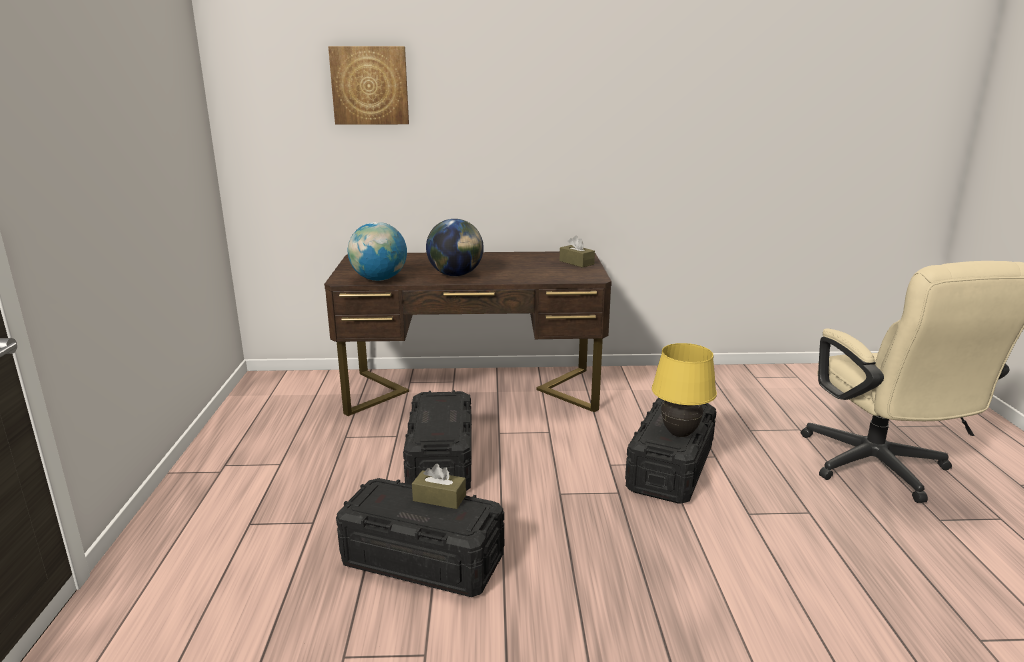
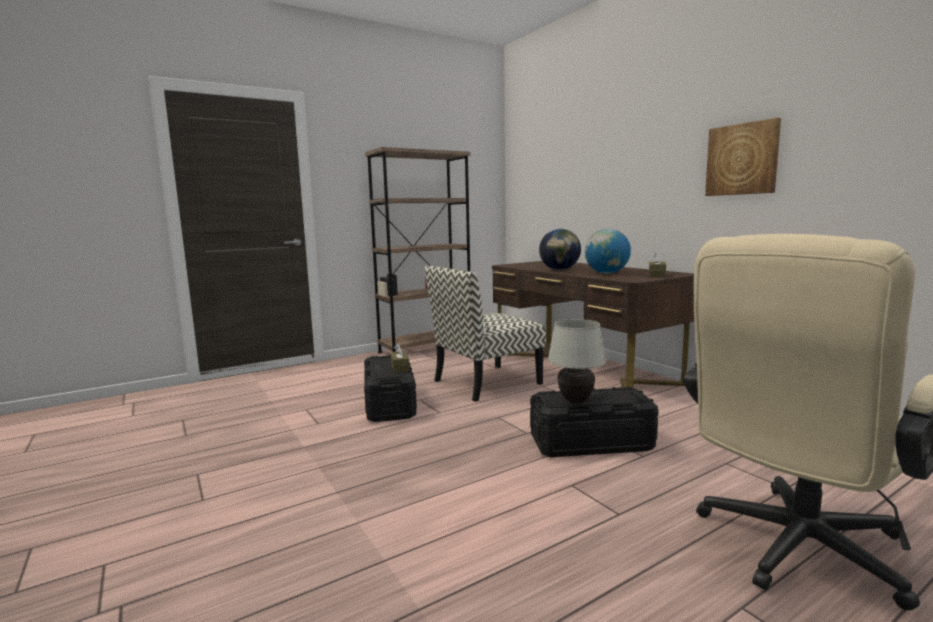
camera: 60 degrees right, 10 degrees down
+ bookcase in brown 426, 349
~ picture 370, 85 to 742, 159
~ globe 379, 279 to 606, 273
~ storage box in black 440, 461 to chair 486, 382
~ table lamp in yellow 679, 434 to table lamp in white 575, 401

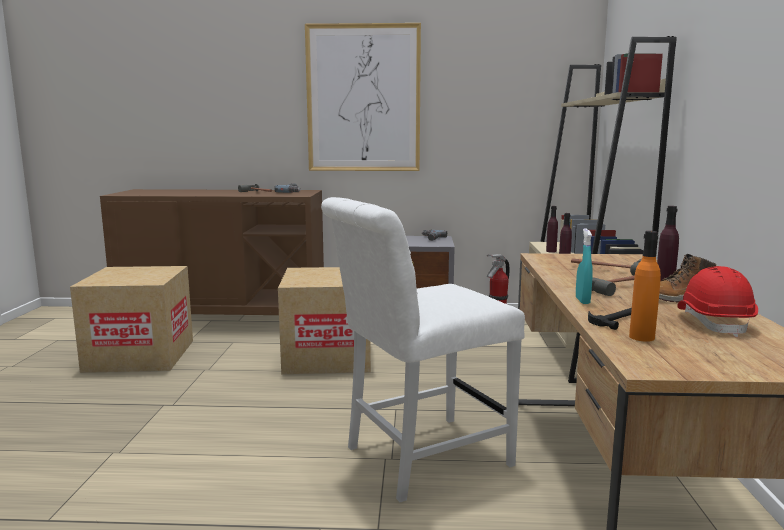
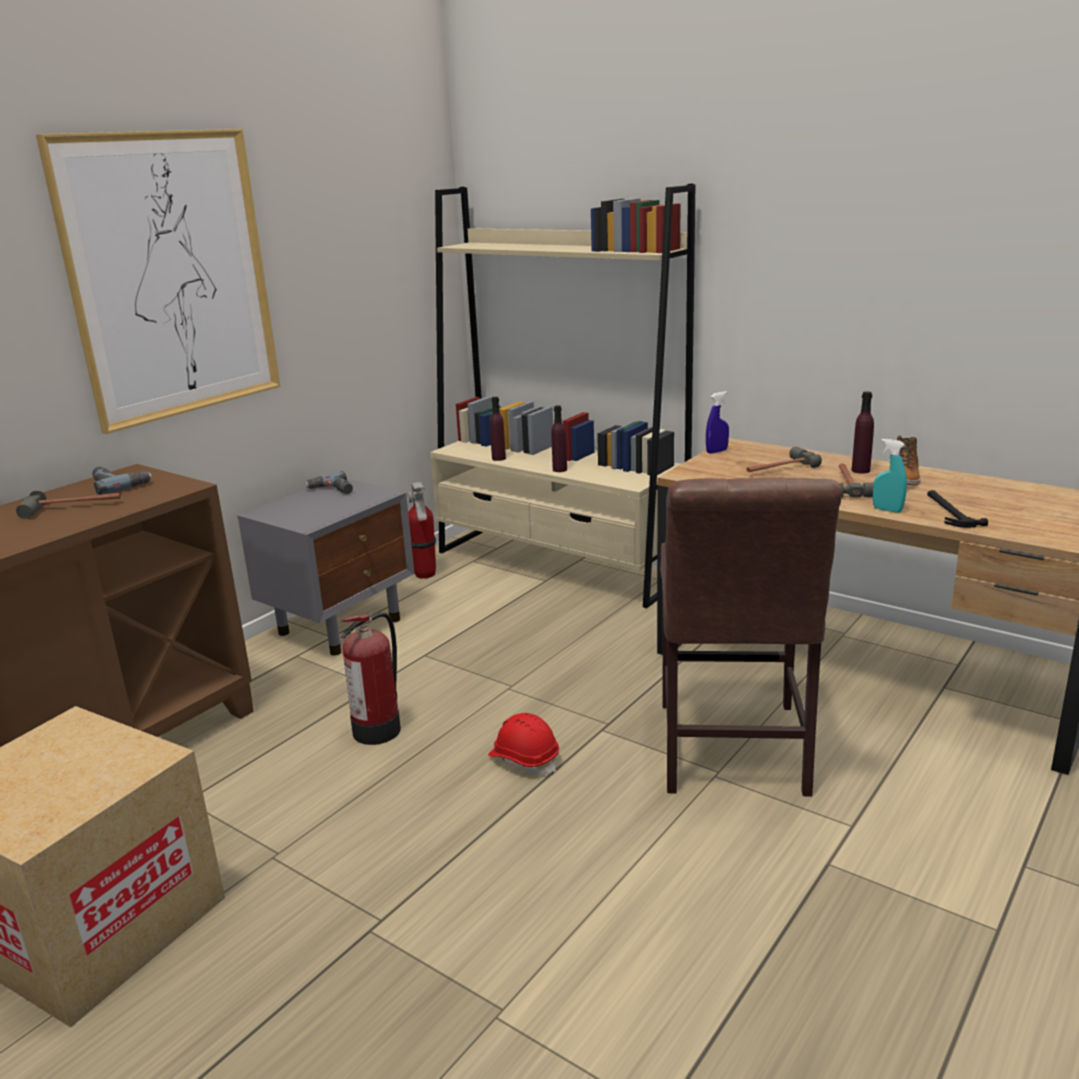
camera: 55 degrees left, 10 degrees up
- bottle in orange 641, 337
+ spray bottle in blue 717, 451
~ hard hat in red 714, 322 to 524, 759
~ cardboard box 328, 357 to fire extinguisher 379, 729
~ chair in white 419, 458 to chair in brown 731, 753

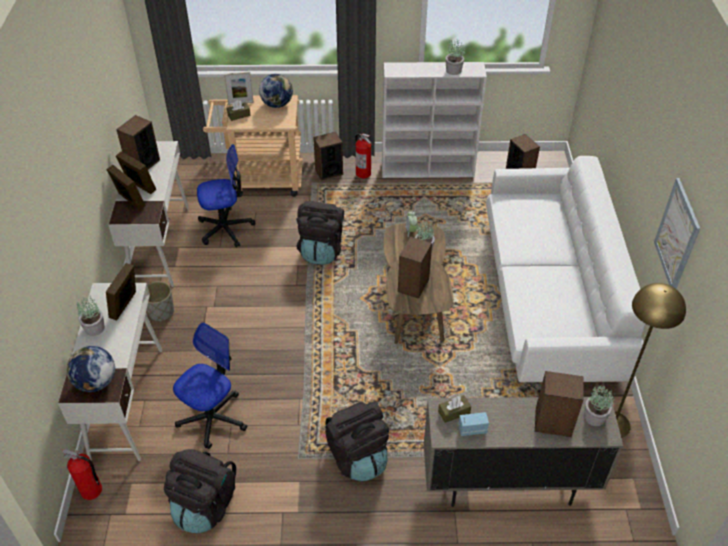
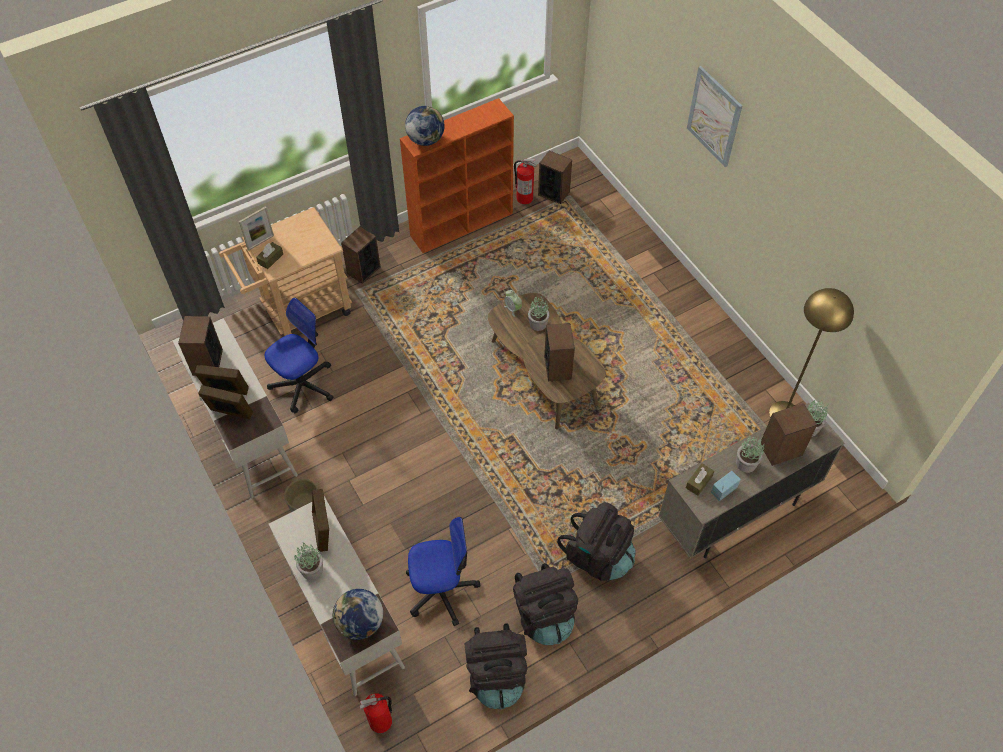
camera: 30 degrees left, 10 degrees up
- sofa in white 548, 298
~ globe 277, 104 to 425, 140
~ backpack in black 321, 250 to 544, 615
~ fire extinguisher 363, 173 to 524, 198
~ potted plant 453, 71 to 746, 464
~ picture 677, 235 to 714, 116
~ bookcase in white 428, 169 to bookcase in orange 462, 224
~ office chair 212, 418 = 441, 590 75 degrees clockwise

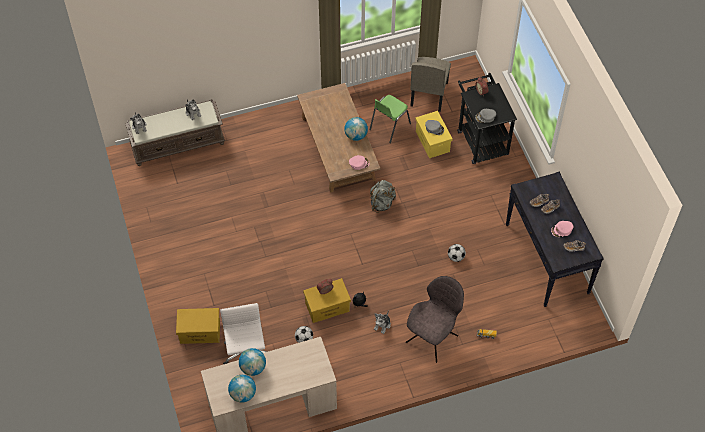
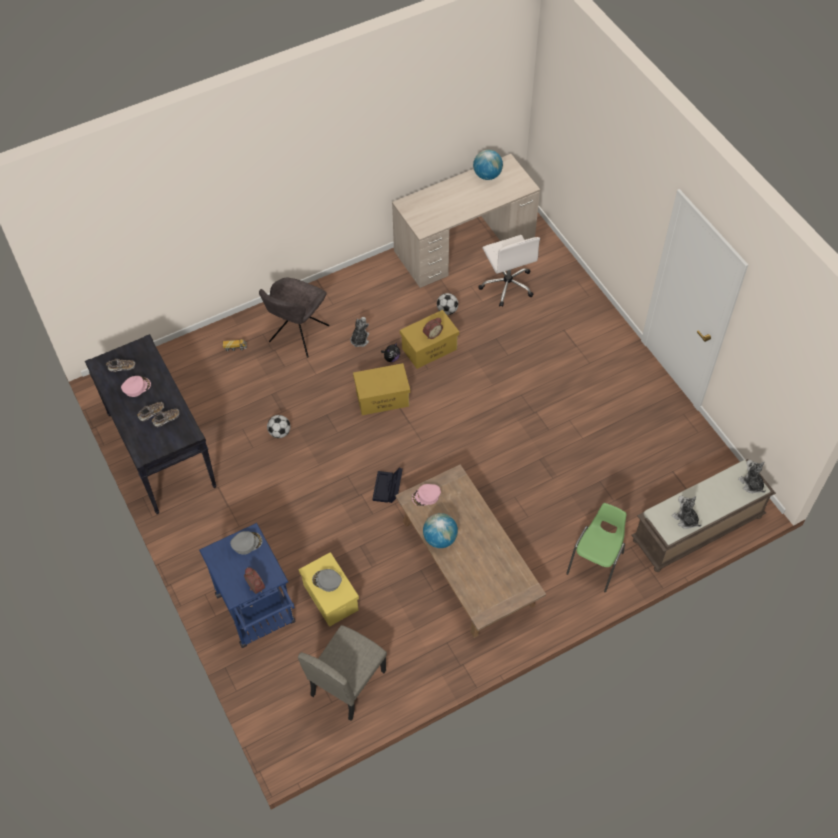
camera: 170 degrees right, 0 degrees up
- globe 253, 368
~ storage box in yellow 199, 332 to 383, 398
~ chair in green 389, 126 to 596, 563
~ backpack in grey 382, 203 to storage box in black 387, 489
~ cart in black 480, 139 to cart in blue 258, 614
~ chair in beige 428, 94 = 347, 682 150 degrees counterclockwise

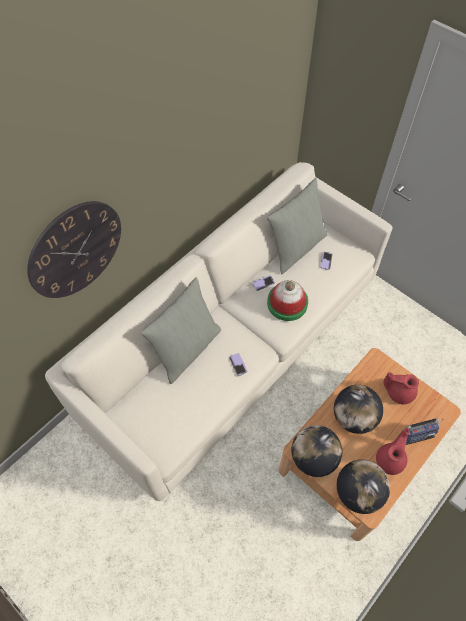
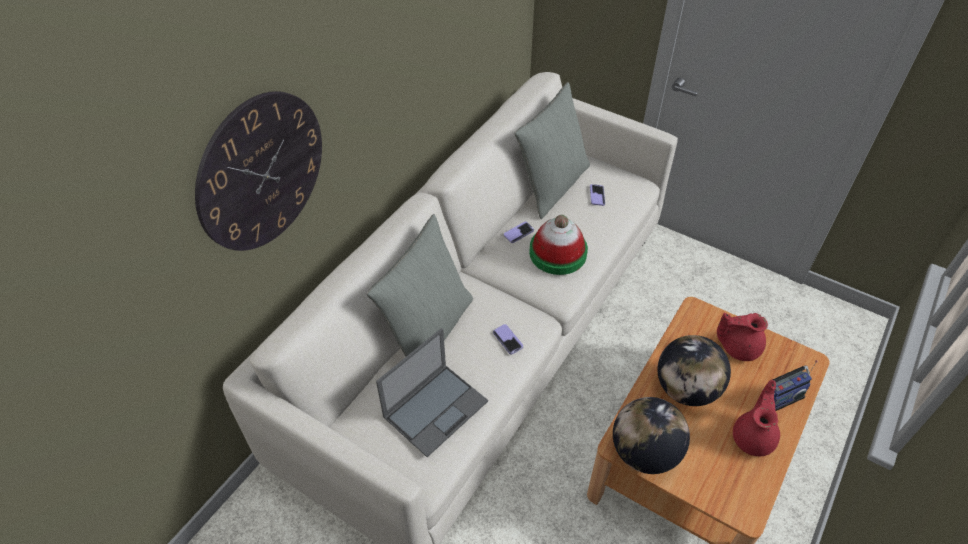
camera: 10 degrees left, 10 degrees down
- globe 358, 492
+ laptop 436, 408

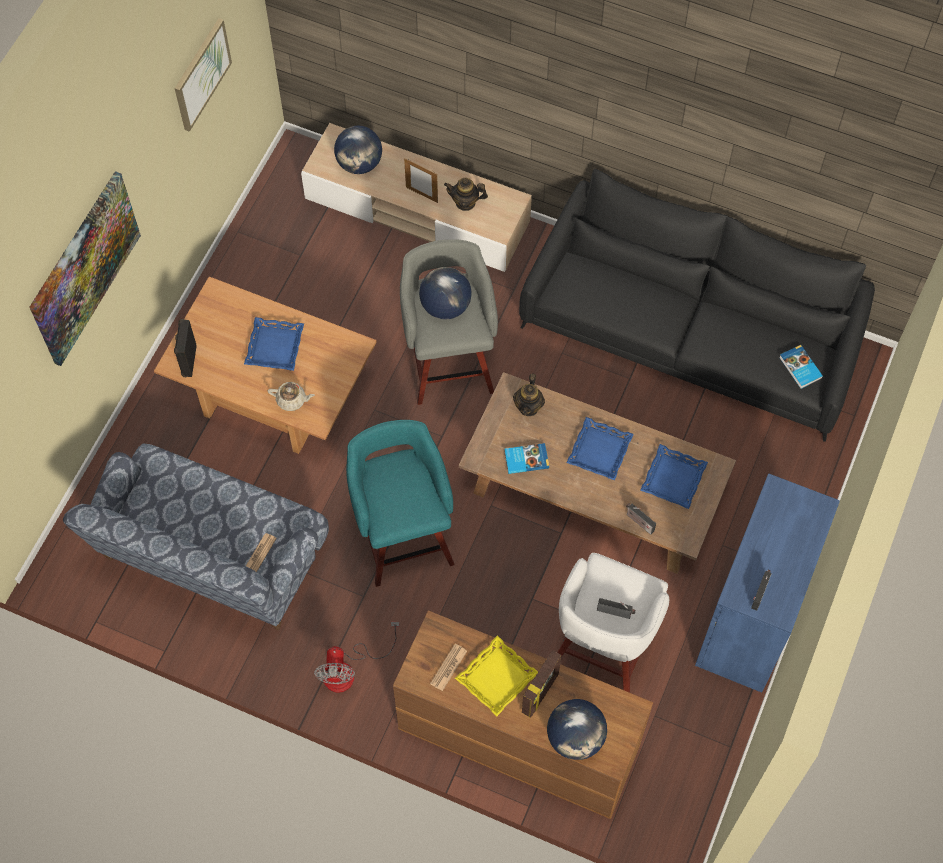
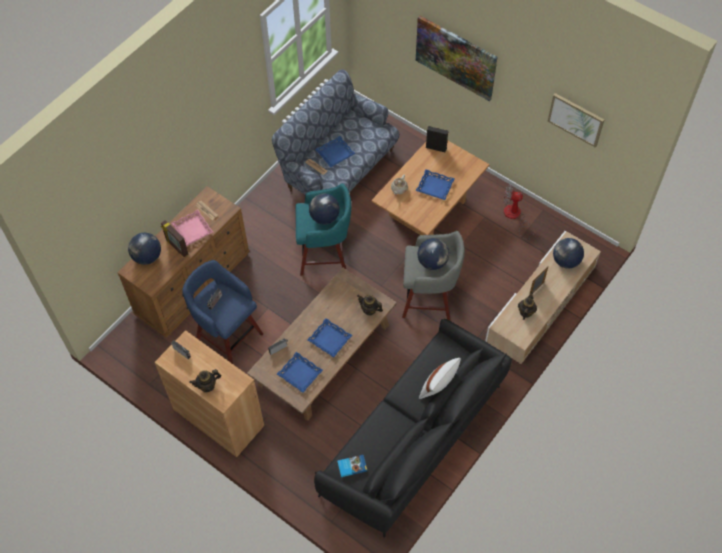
camera: 105 degrees right, 5 degrees down
- book 526, 459
+ teapot 207, 385
+ globe 324, 217
+ tray in blue 335, 154
+ pillow in white 438, 388
~ fan 349, 670 to 515, 217
~ tray in yellow 496, 677 to tray in pink 193, 230
~ stool in white 603, 647 to stool in blue 228, 336
~ cabinet in blue 751, 617 to cabinet in brown 218, 417

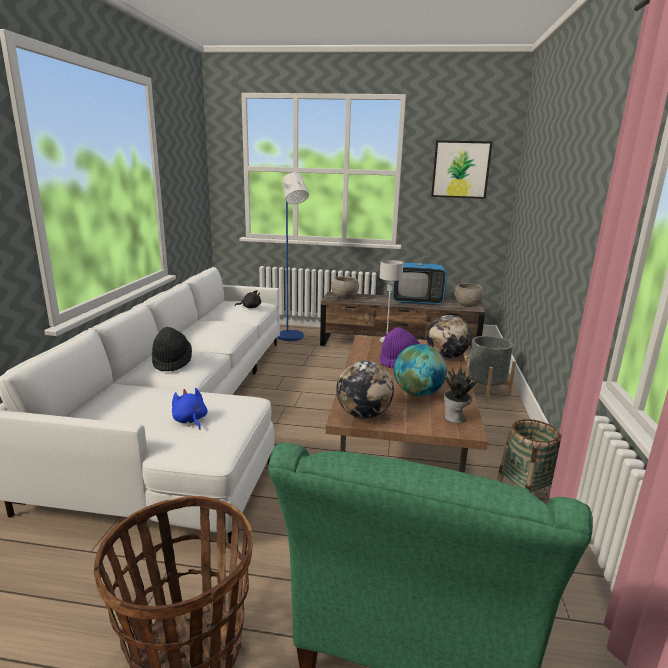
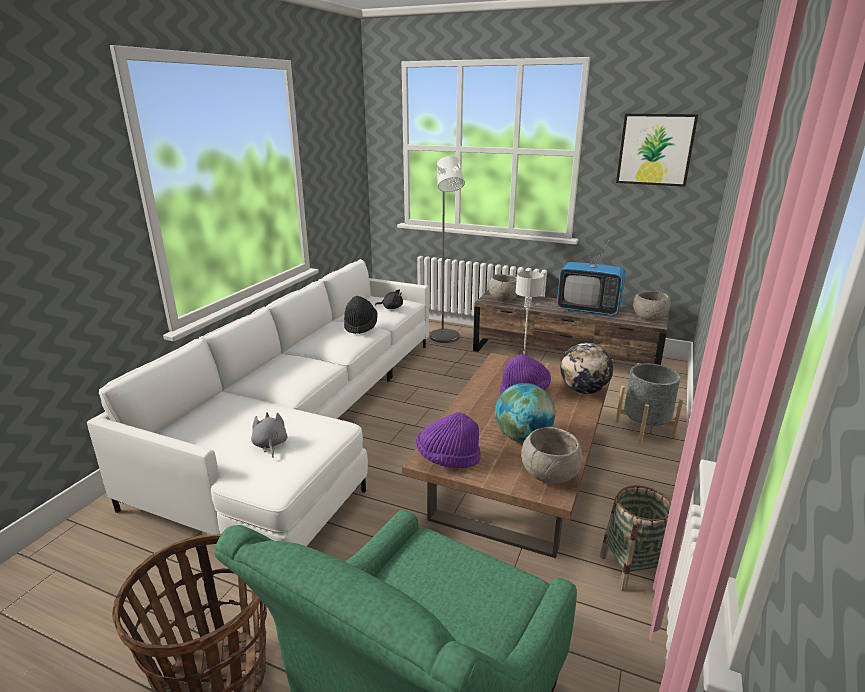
camera: 15 degrees right, 5 degrees up
~ hat in black 172, 362 to 360, 326
~ globe 363, 414 to hat in purple 448, 458
~ potted plant 455, 418 to bowl in grey 549, 476
~ plush toy in blue 190, 420 to plush toy in grey 270, 445
~ floor lamp in blue 292, 338 to floor lamp in grey 446, 339

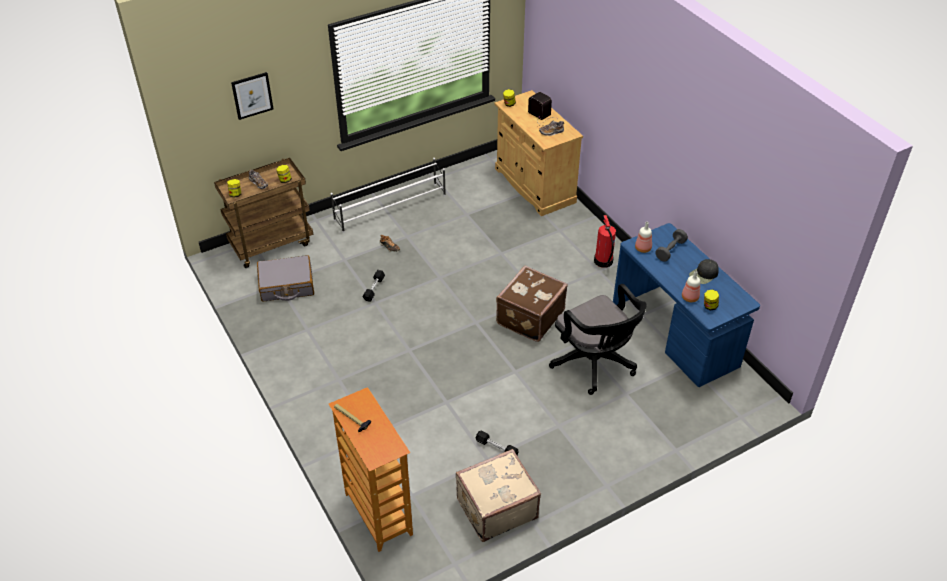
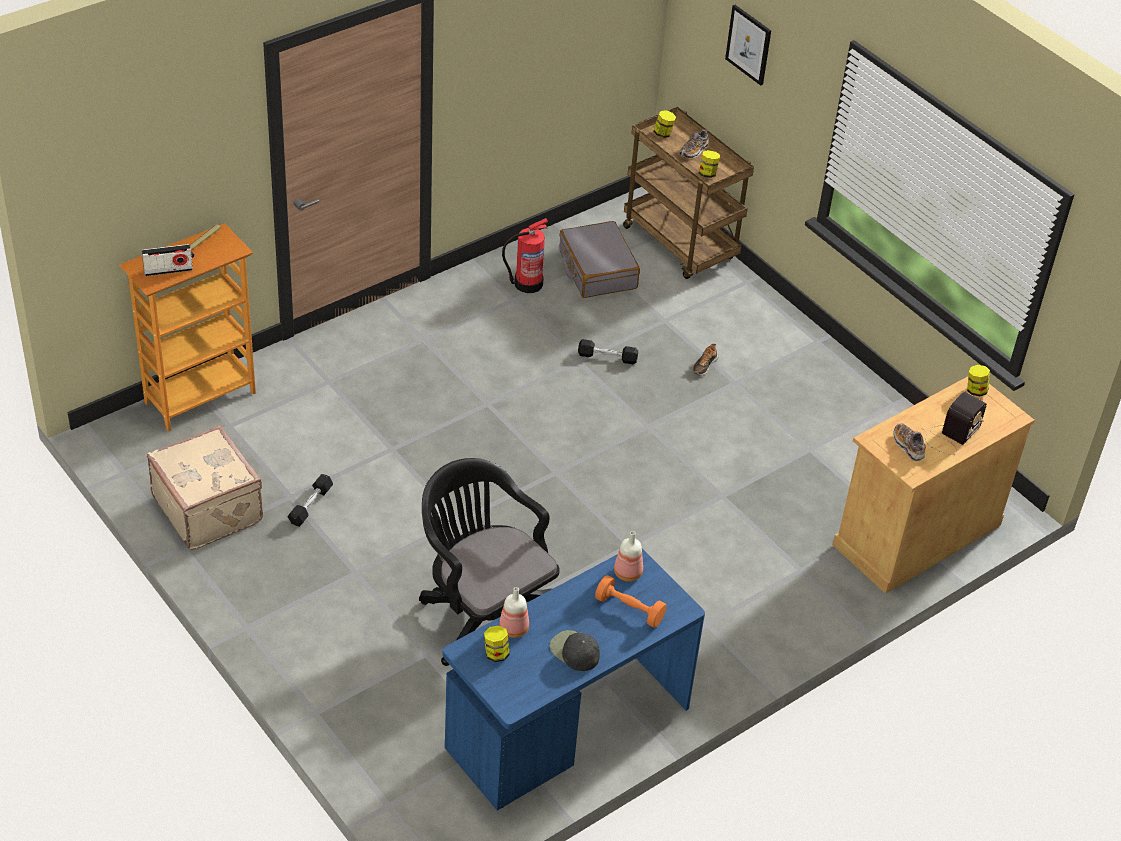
camera: 80 degrees right, 0 degrees up
- shoe rack in white 391, 207
- suitcase in brown 529, 317
+ radio 168, 270
~ fire extinguisher 603, 261 to 527, 283
~ dumbbell in grey 670, 250 to dumbbell in orange 629, 609
~ office chair in black 595, 364 = 483, 617 90 degrees clockwise

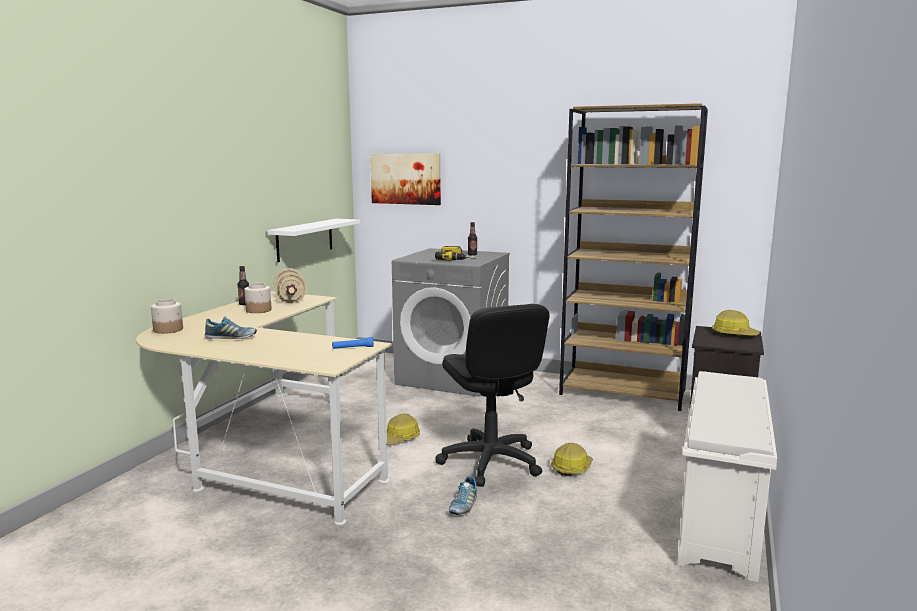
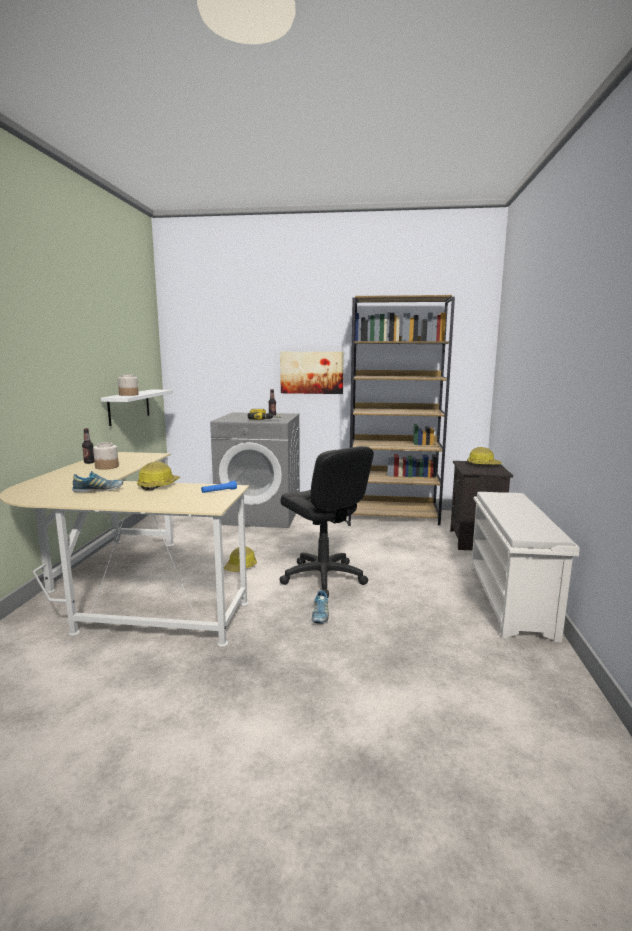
camera: 15 degrees left, 0 degrees up
- dumbbell in beige 290, 300
~ jar 168, 330 to 129, 395
~ picture 406, 179 to 311, 372
~ hard hat 571, 467 to 158, 485

